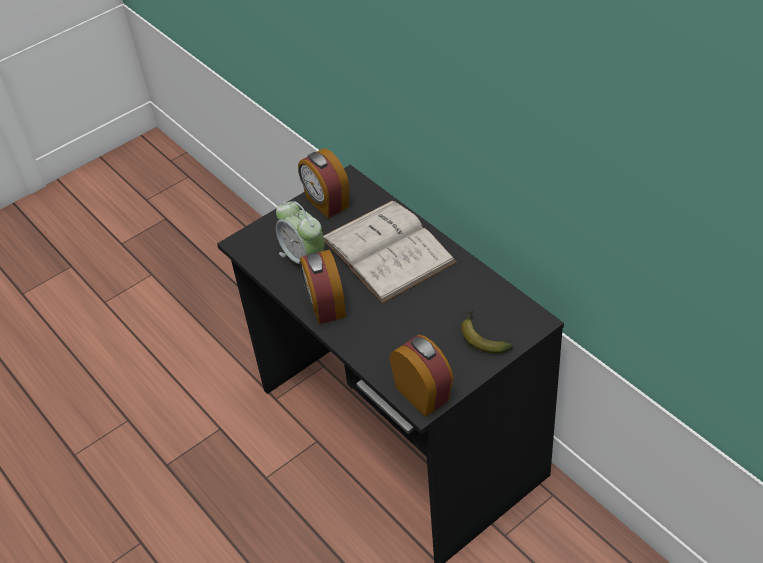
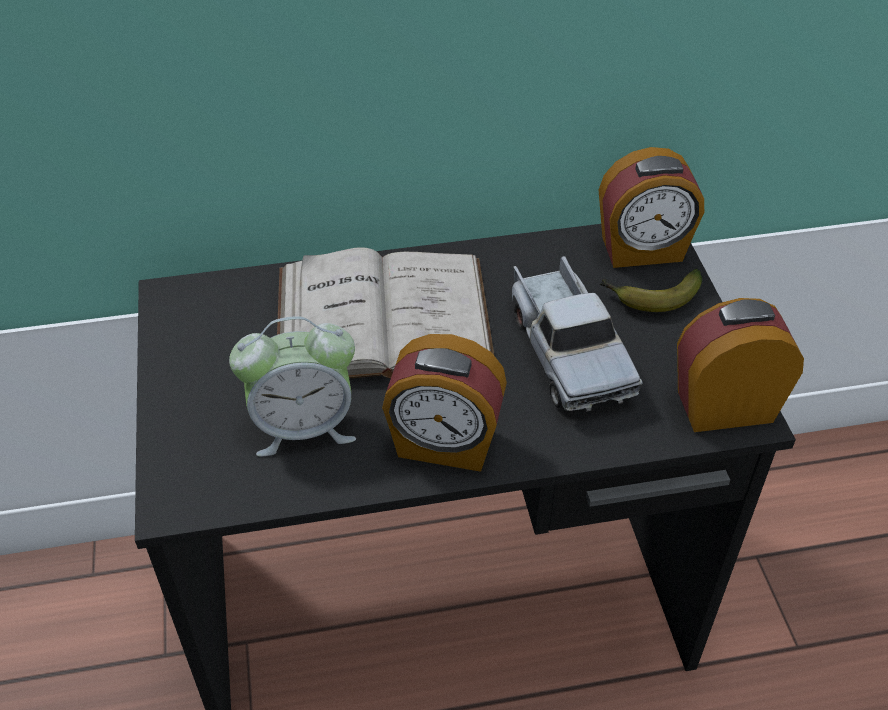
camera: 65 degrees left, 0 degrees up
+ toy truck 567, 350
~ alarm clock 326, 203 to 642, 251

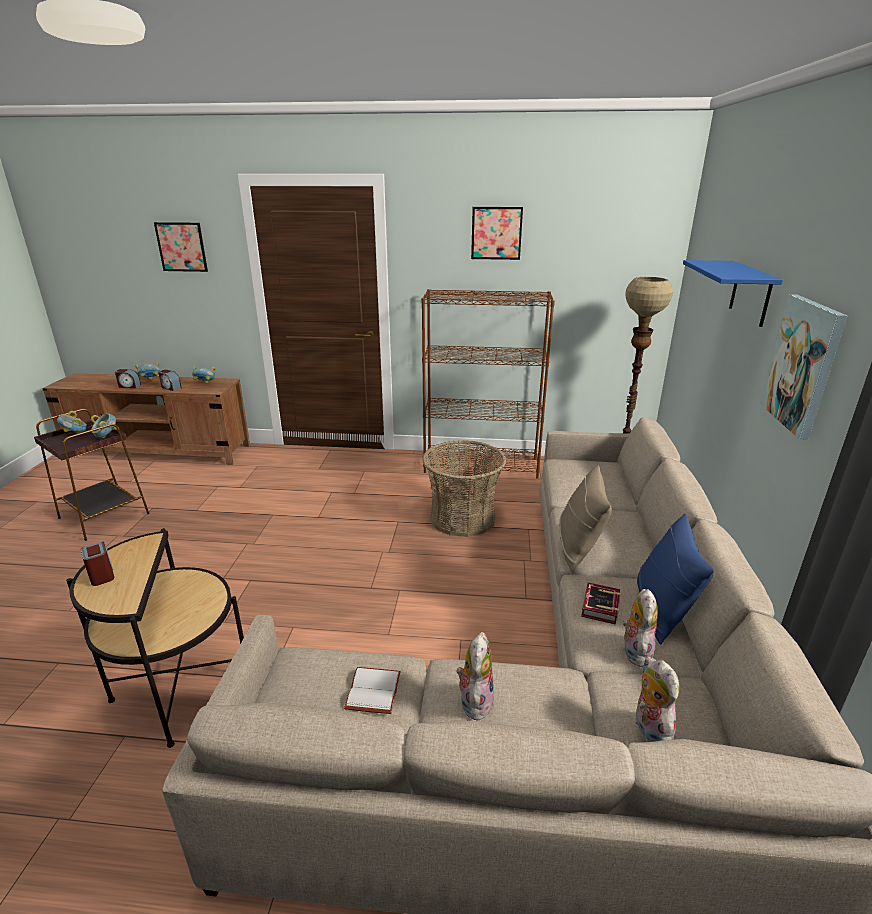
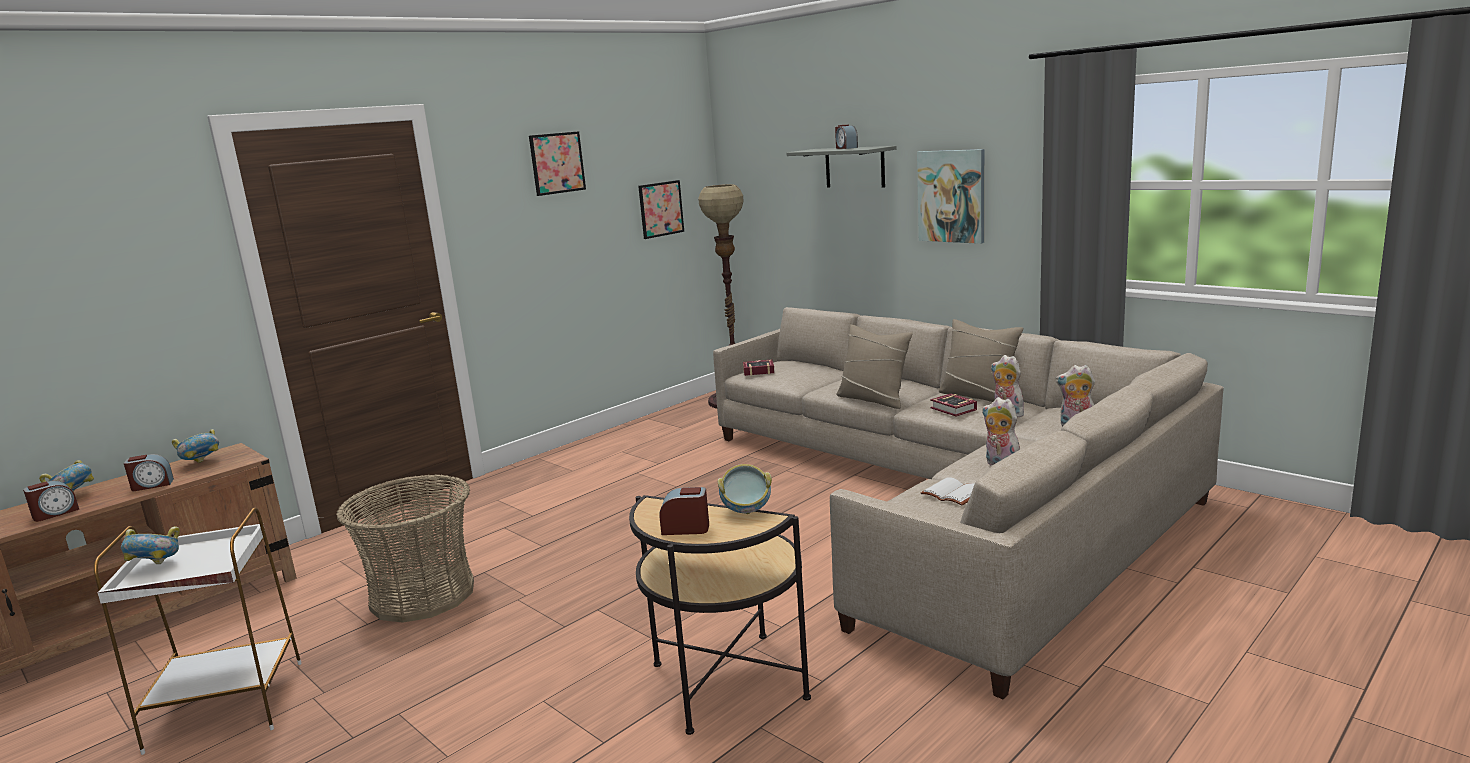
camera: 50 degrees left, 10 degrees down
- bookcase in brown 482, 465
+ book 757, 371
+ alarm clock 846, 148
~ bowl 106, 436 to 746, 511
~ picture 181, 247 to 661, 209
~ basket 462, 518 to 422, 595
~ side table in brown 104, 516 to side table in white 228, 705
~ pillow in blue 662, 610 to pillow in beige 979, 396
~ shelf in blue 750, 293 to shelf in grey 854, 167

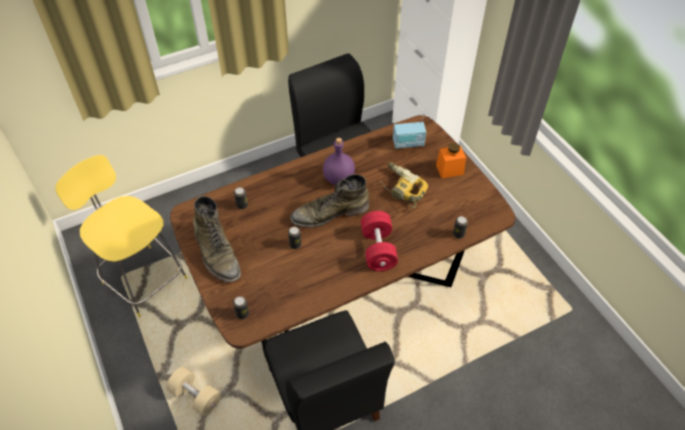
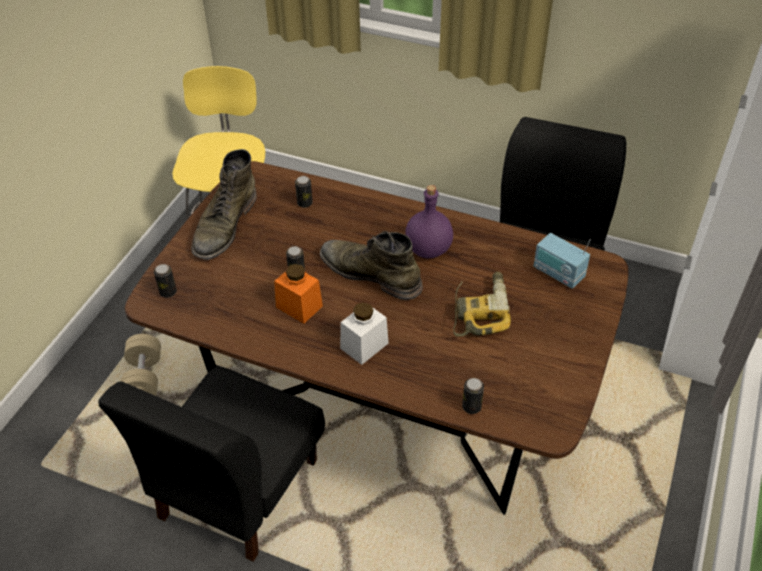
camera: 50 degrees right, 5 degrees down
~ jar in orange 449, 169 to 299, 306
~ dumbbell in red 378, 249 to jar in white 364, 345

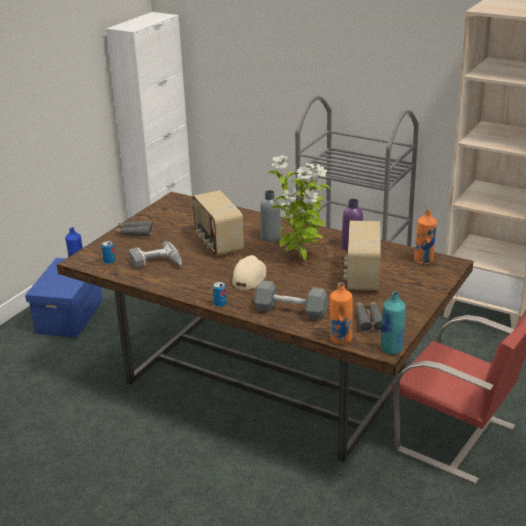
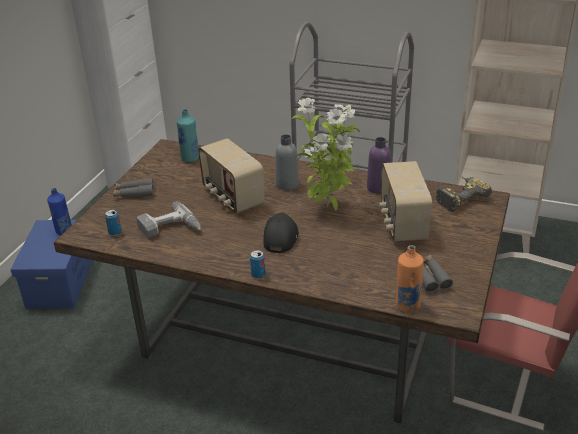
camera: 10 degrees left, 5 degrees up
- dumbbell in grey 290, 311
~ bottle in turquoise 391, 349 to 190, 158
~ bottle in orange 424, 260 to power drill 459, 197
~ cap in beige 249, 278 to cap in black 280, 237

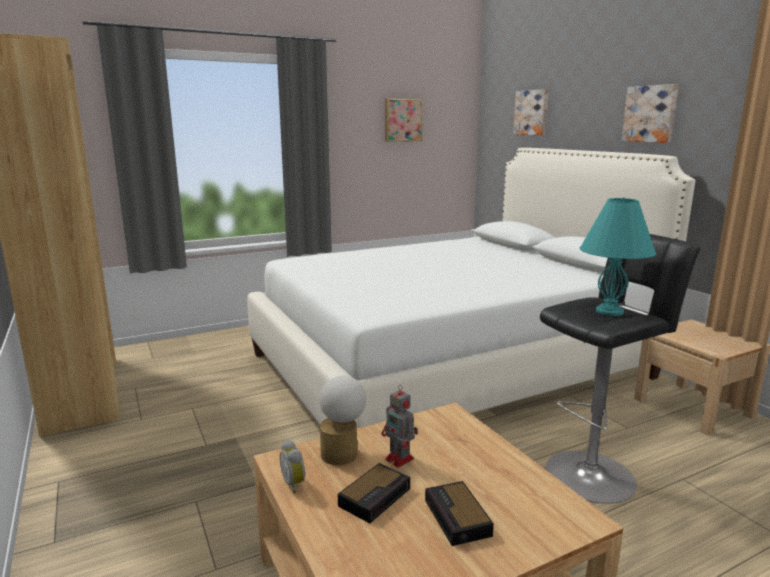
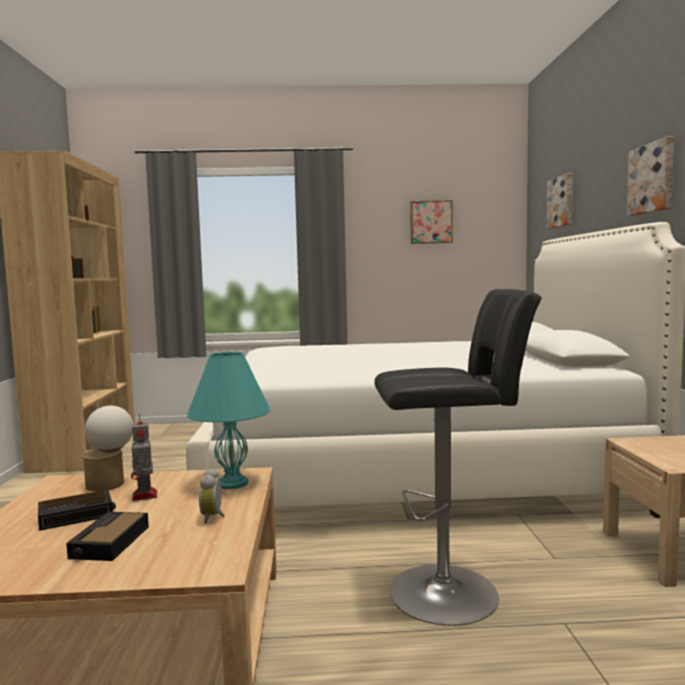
camera: 25 degrees right, 10 degrees down
~ alarm clock 295, 484 to 214, 517
~ table lamp in turquoise 610, 311 to 232, 484

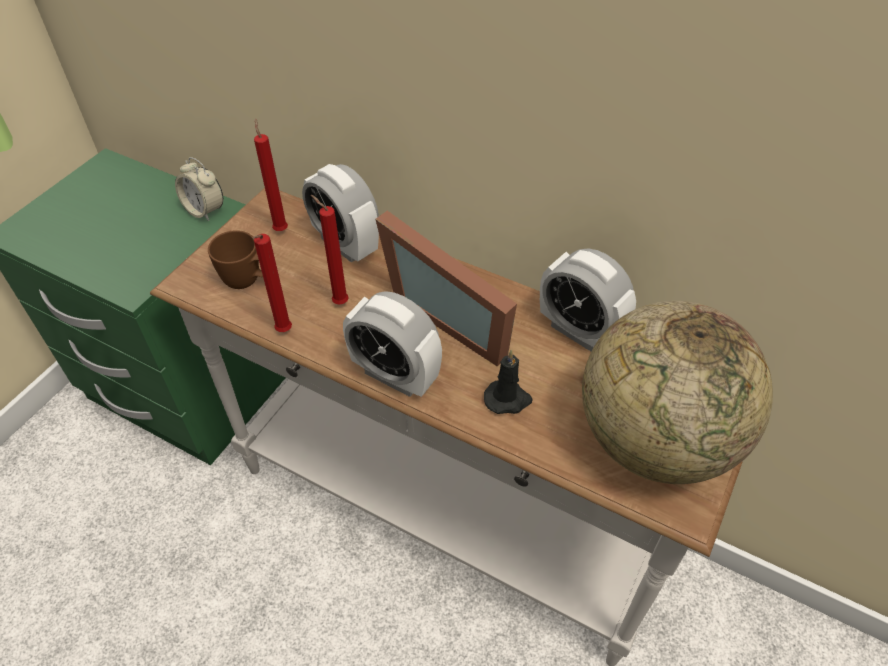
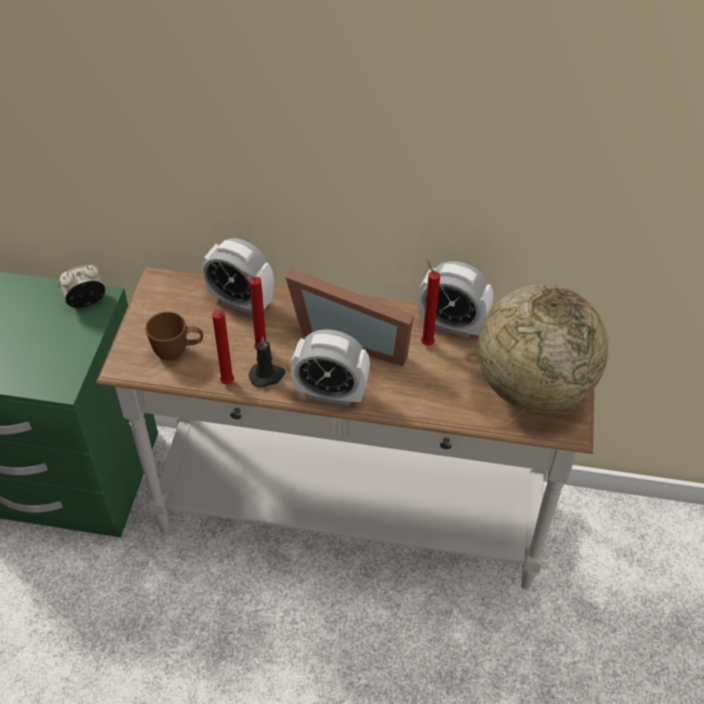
camera: 20 degrees left, 0 degrees up
~ candle in red 280, 229 to 426, 342
~ candle in black 508, 399 to 267, 375
~ alarm clock 205, 210 = 86, 301 135 degrees clockwise

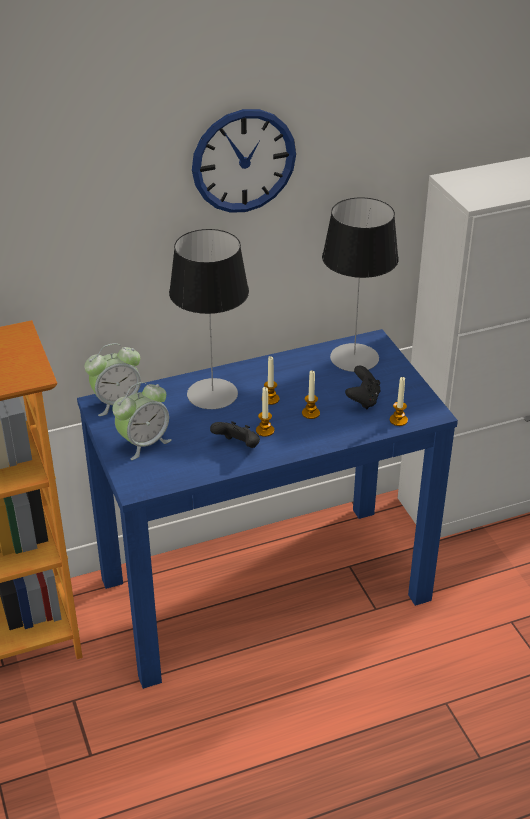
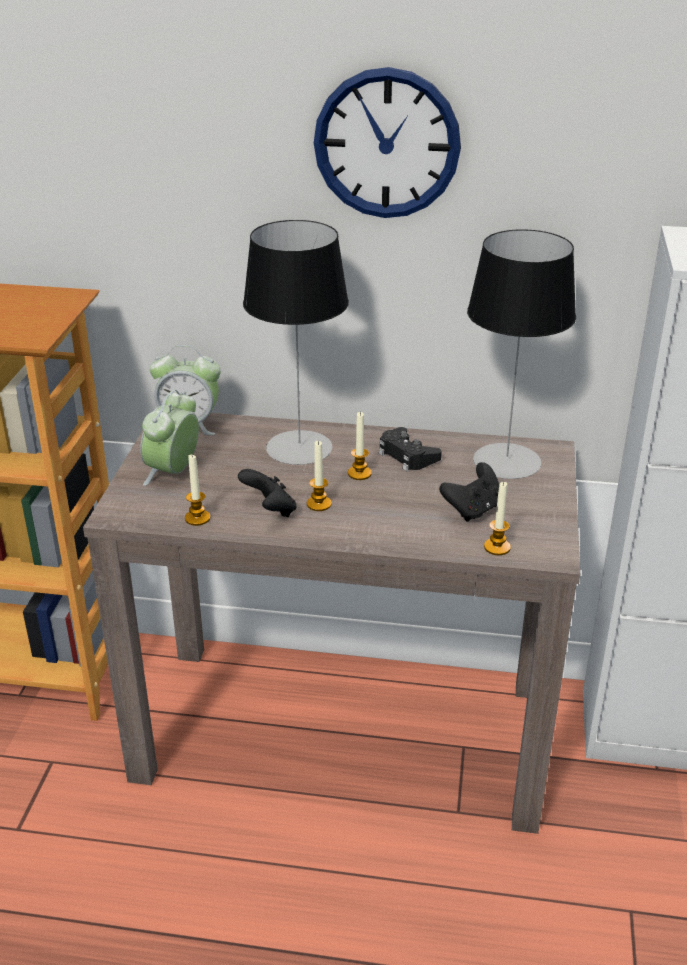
camera: 30 degrees right, 5 degrees down
+ game controller in black 407, 455
~ candle 310, 413 to 197, 518
~ console table in blue 266, 588 to console table in brown 345, 731
~ alarm clock 144, 443 = 173, 472 120 degrees clockwise

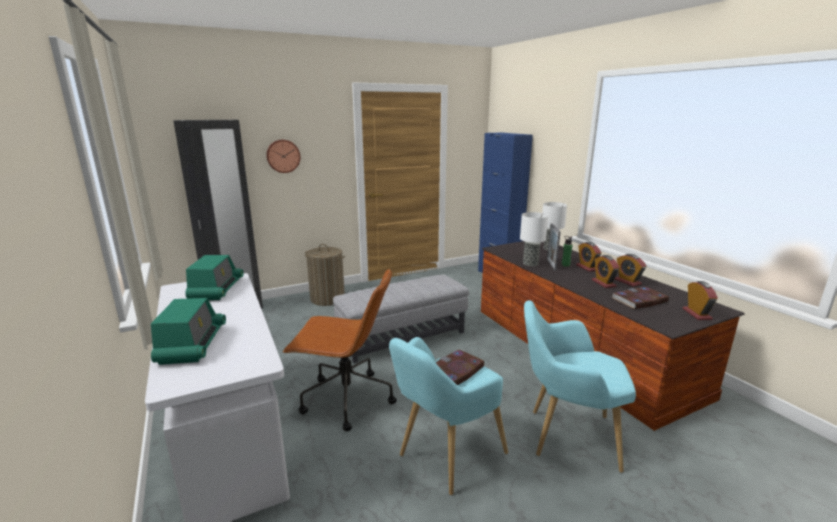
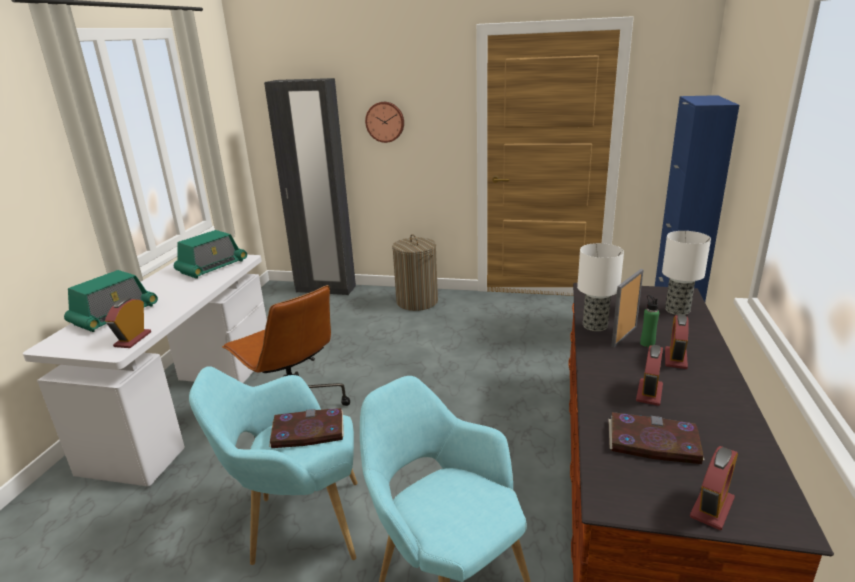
camera: 40 degrees right, 5 degrees up
- ottoman in grey 402, 337
~ alarm clock 627, 282 to 133, 339

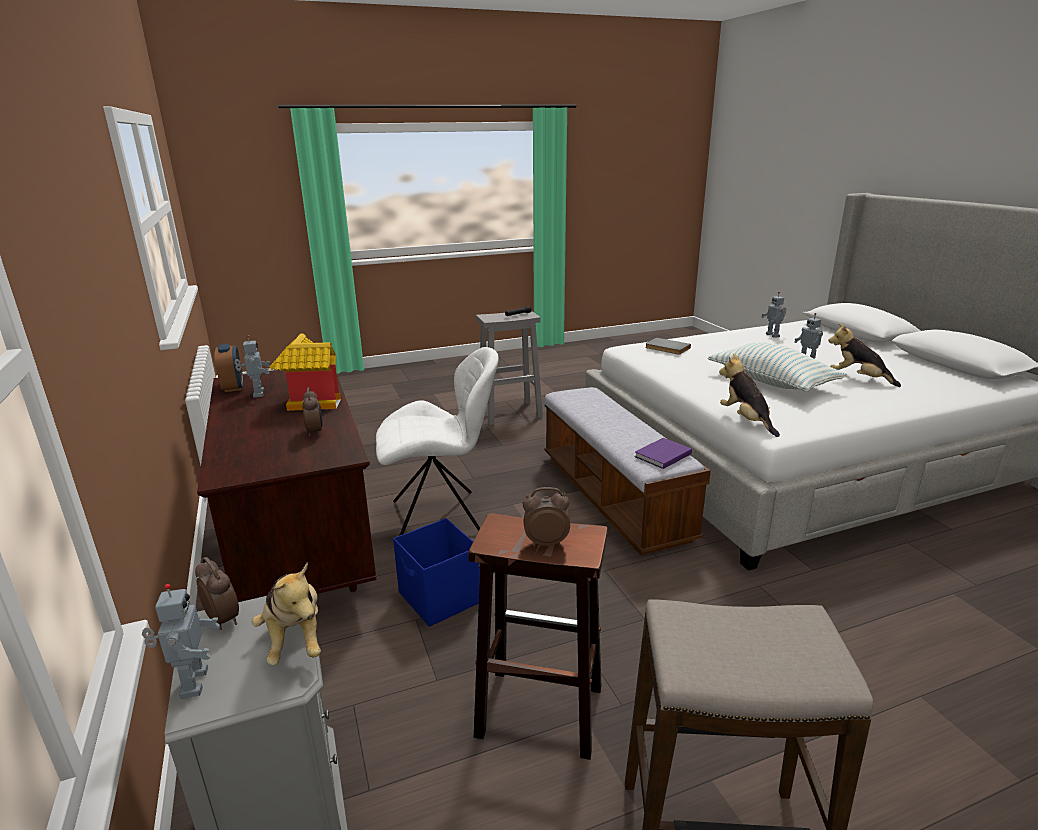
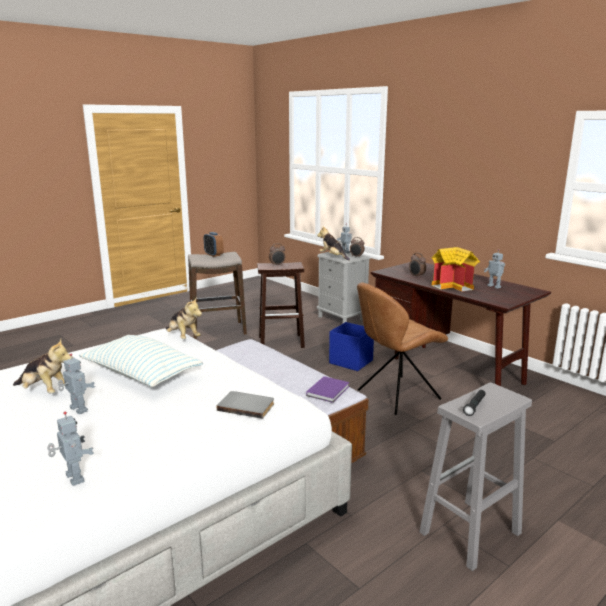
camera: 160 degrees right, 5 degrees down
~ alarm clock 233, 387 to 213, 255
~ book in purple 661, 455 to 329, 390
~ chair in white 441, 517 to chair in brown 396, 395

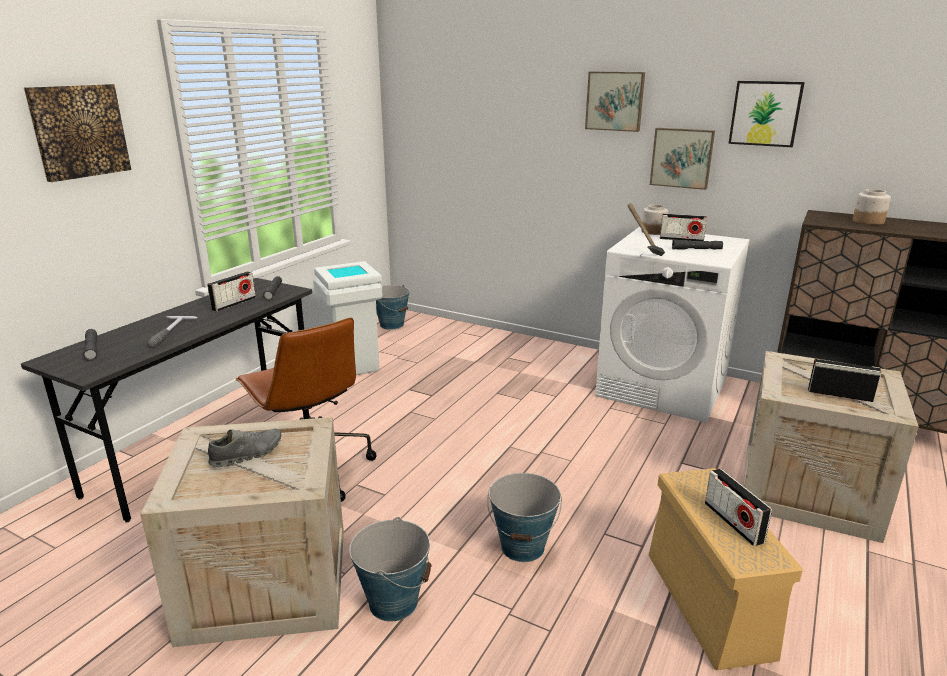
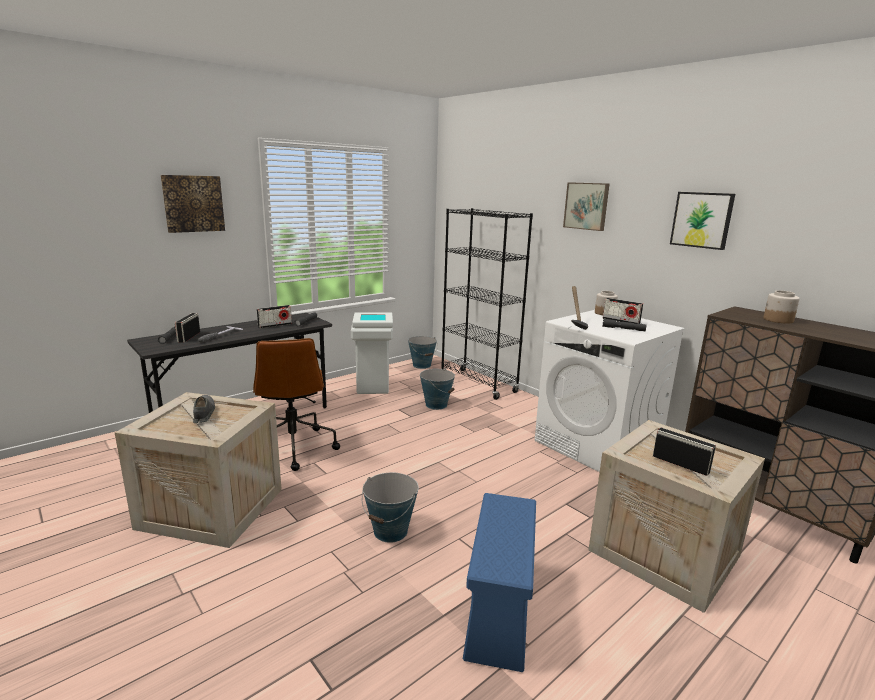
camera: 20 degrees right, 5 degrees down
- picture 682, 158
+ bookcase in black 478, 384
~ bucket 393, 602 to 436, 405
~ radio 733, 522 to 189, 337
~ storage box in beige 709, 605 to storage box in blue 499, 613
~ shoe in grey 247, 454 = 203, 413 90 degrees counterclockwise

